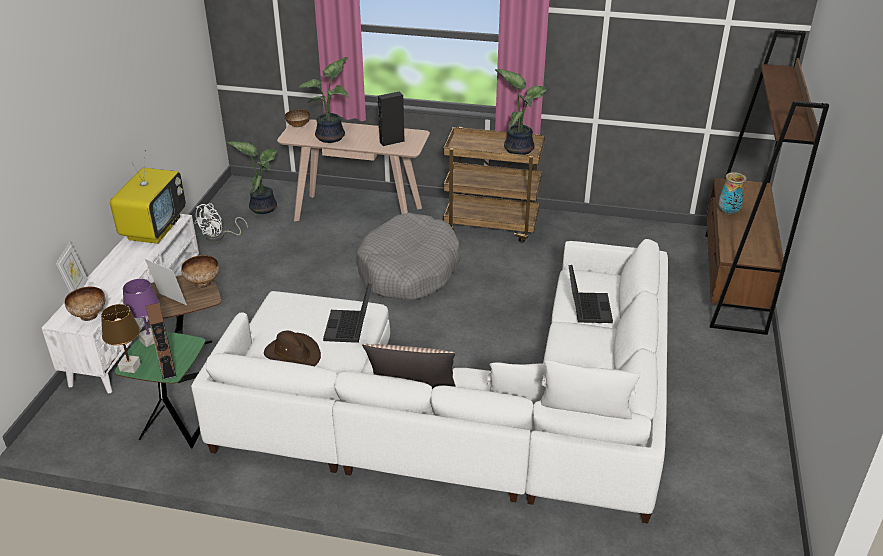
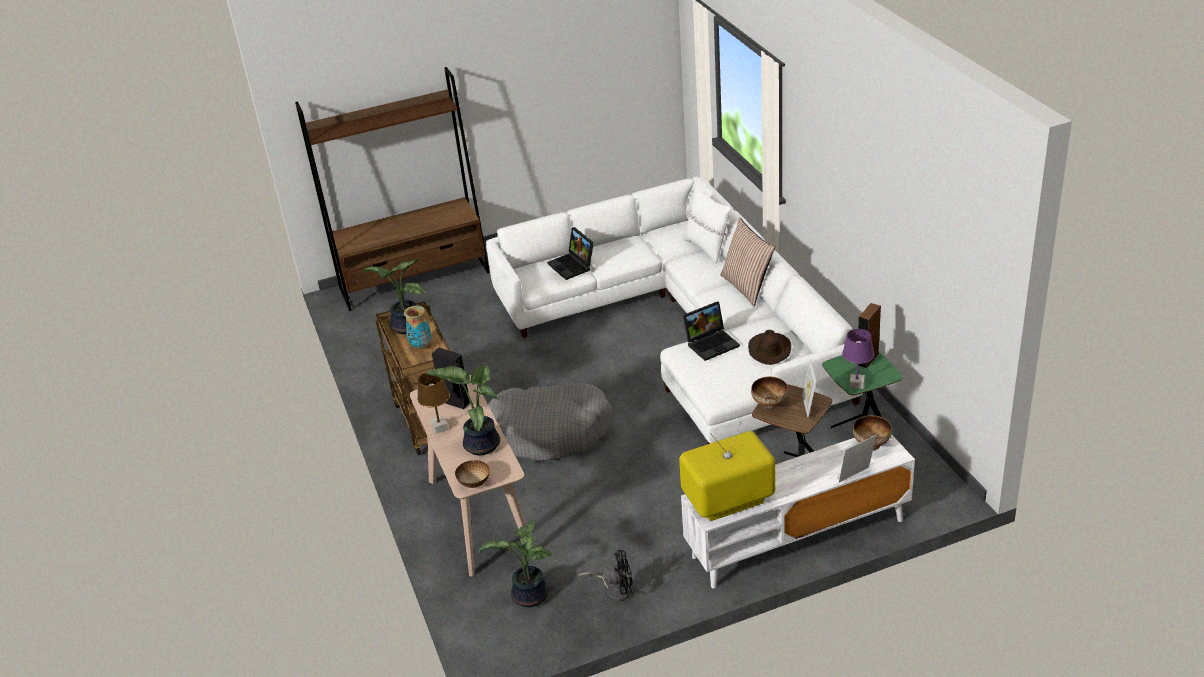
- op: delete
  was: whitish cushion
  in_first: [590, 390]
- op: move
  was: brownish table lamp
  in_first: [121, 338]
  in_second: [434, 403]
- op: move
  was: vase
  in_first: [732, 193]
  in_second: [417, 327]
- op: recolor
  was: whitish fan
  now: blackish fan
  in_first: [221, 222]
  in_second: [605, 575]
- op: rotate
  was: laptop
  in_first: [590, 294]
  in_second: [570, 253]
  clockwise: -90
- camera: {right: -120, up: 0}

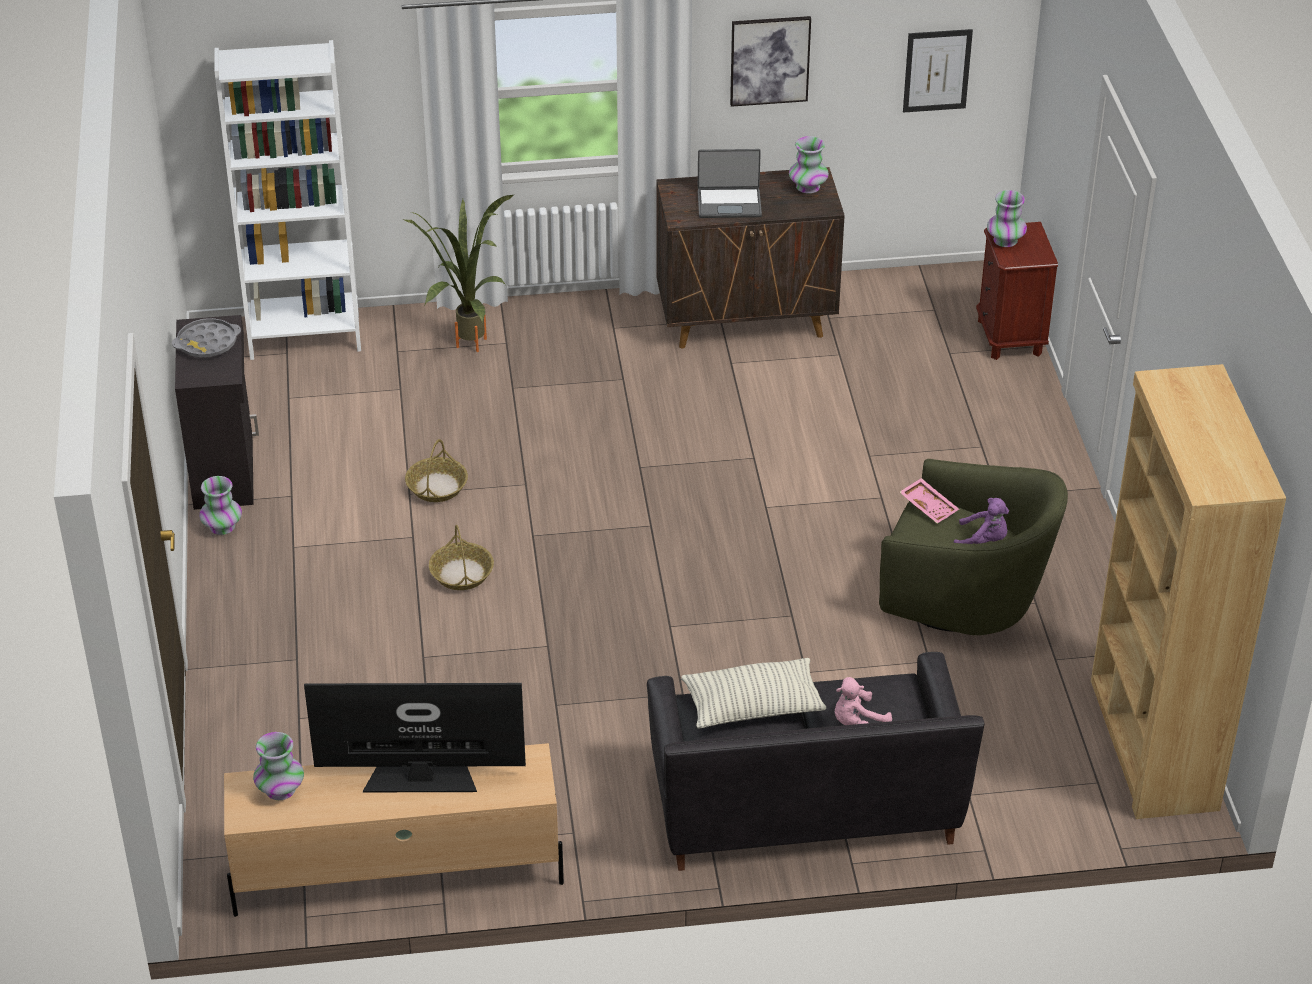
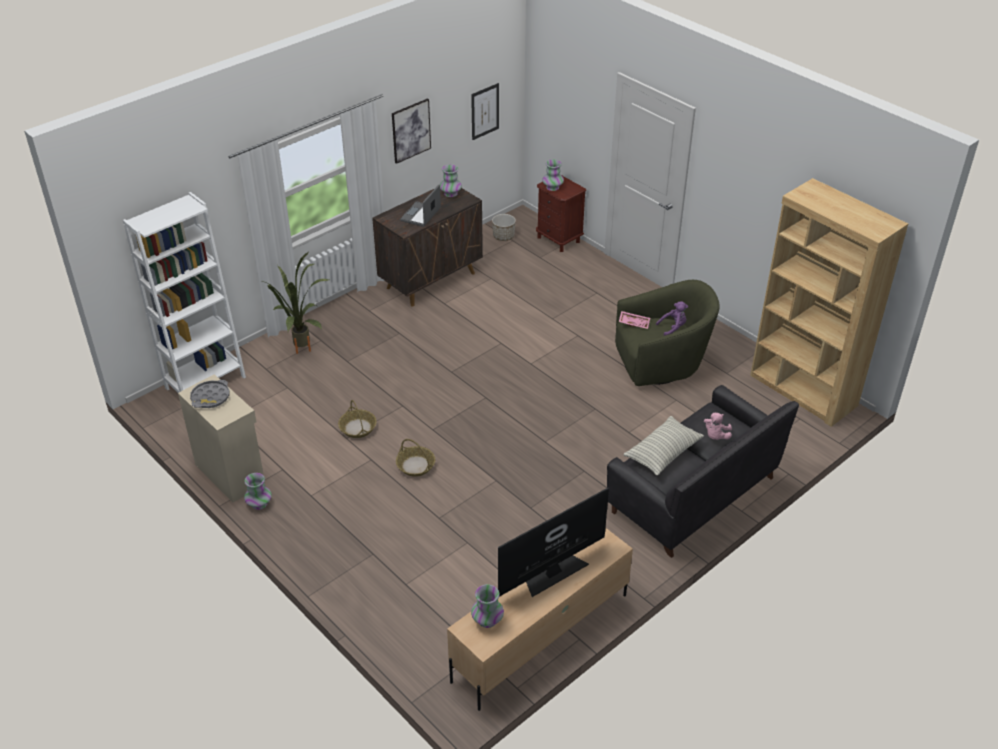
- op: insert
  now: planter
  in_second: [504, 227]
- op: recolor
  was: blackish cupboard
  now: beige cupboard
  in_first: [217, 412]
  in_second: [221, 438]
- op: rotate
  was: laptop
  in_first: [730, 183]
  in_second: [420, 206]
  clockwise: 150
- camera: {right: -35, up: 0}

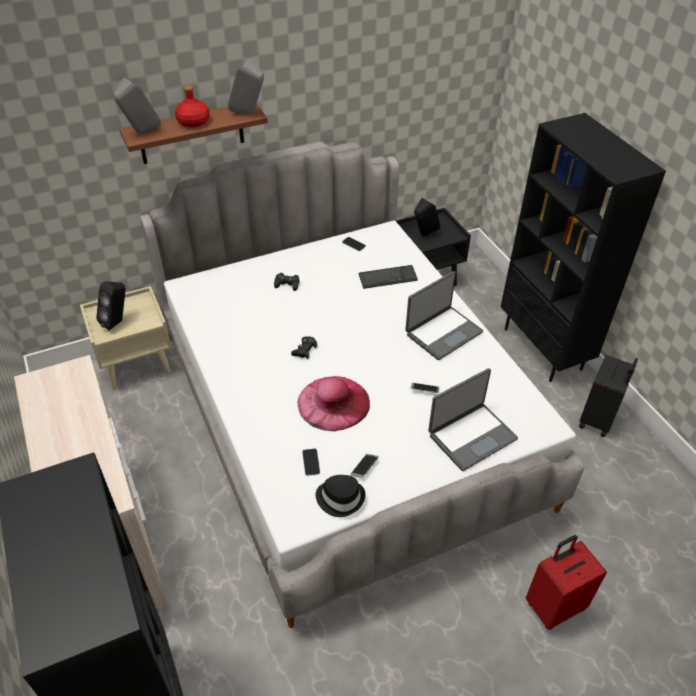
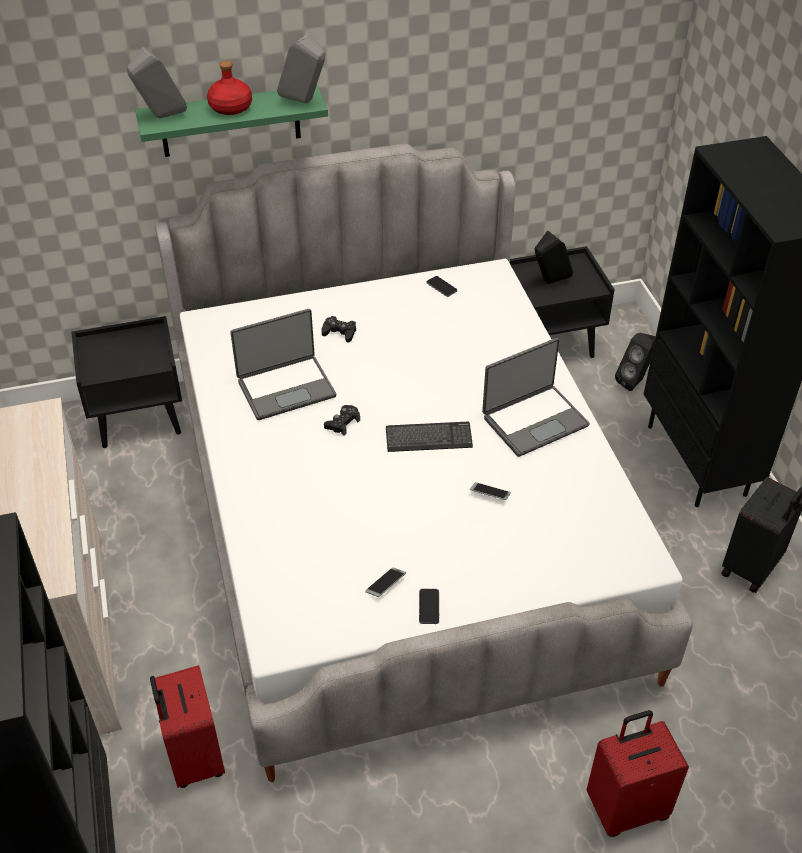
- op: delete
  was: pink-coloured wearable hat
  in_first: [334, 403]
- op: delete
  was: blackish wearable hat
  in_first: [341, 496]
- op: insert
  now: reddish piece of luggage
  in_second: [187, 726]
- op: move
  was: blackish audio speaker
  in_first: [111, 306]
  in_second: [635, 362]
- op: move
  was: telephone
  in_first: [311, 462]
  in_second: [429, 606]
- op: move
  was: computer keyboard
  in_first: [388, 277]
  in_second: [429, 437]
- op: move
  was: laptop
  in_first: [473, 419]
  in_second: [283, 364]
- op: recolor
  was: beige bedside table
  now: blackish bedside table
  in_first: [125, 338]
  in_second: [126, 382]
- op: recolor
  was: brownish shelf
  now: green-coloured shelf
  in_first: [193, 134]
  in_second: [231, 121]
- camera: {right: 10, up: 0}

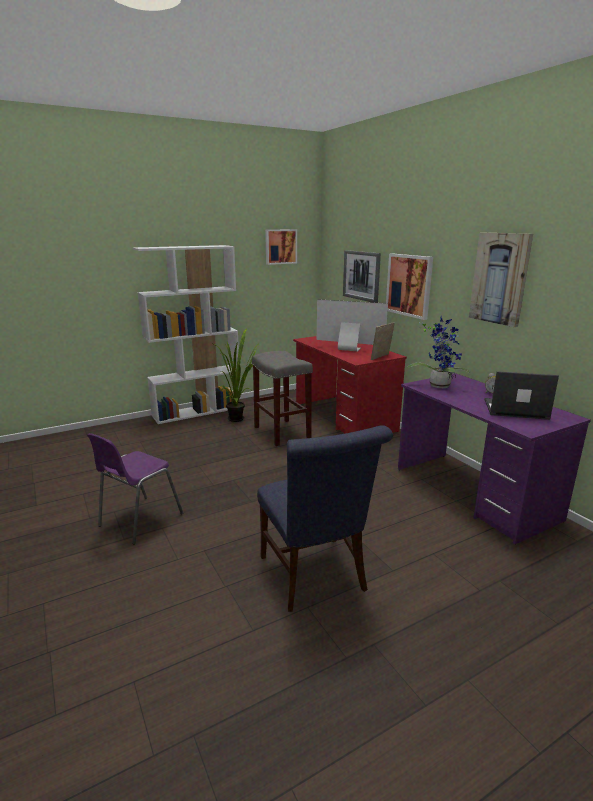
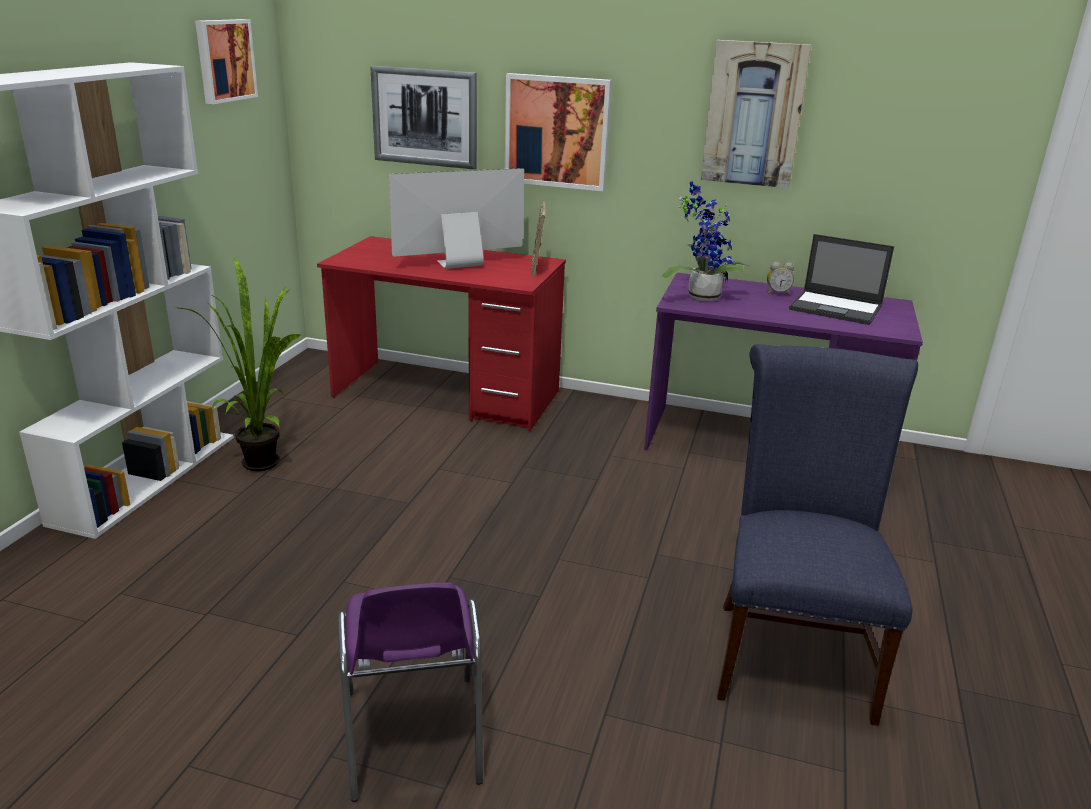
- op: delete
  was: greyish sitting stool
  in_first: [282, 398]
- op: rotate
  was: bluish plain chair
  in_first: [325, 518]
  in_second: [817, 535]
  clockwise: -105
- op: rotate
  was: laptop
  in_first: [521, 395]
  in_second: [841, 279]
  clockwise: -120
- camera: {right: -45, up: 5}

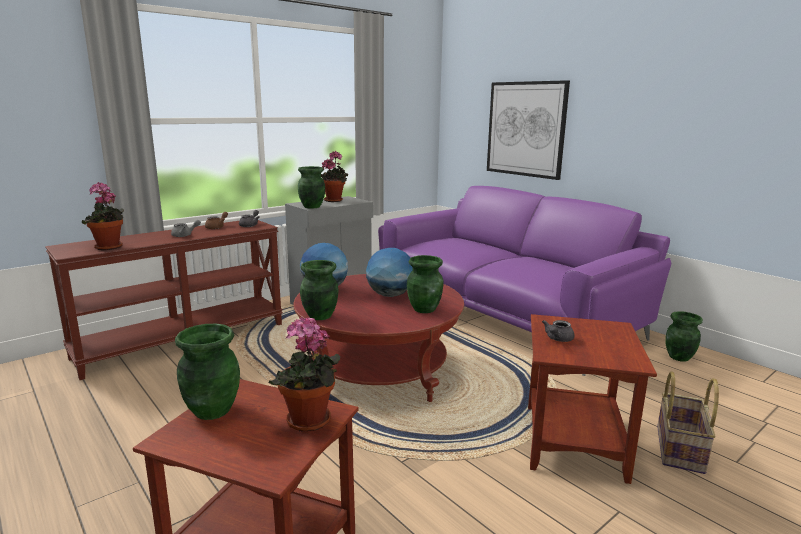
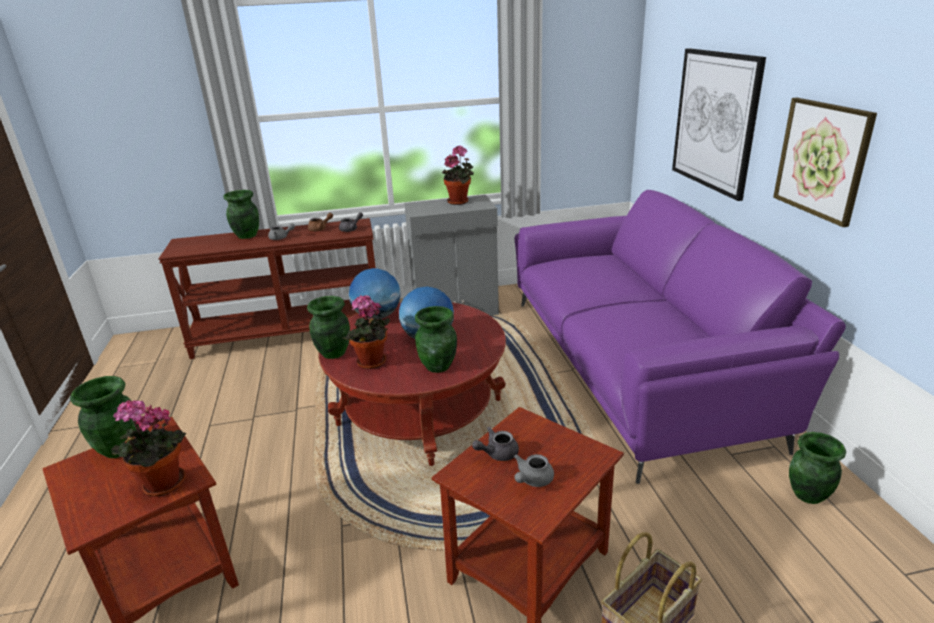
- op: insert
  now: greyish tea pot
  in_second: [534, 470]
- op: insert
  now: picture
  in_second: [825, 162]
- op: move
  was: potted plant
  in_first: [103, 216]
  in_second: [366, 332]
- op: move
  was: green-coloured vase
  in_first: [311, 187]
  in_second: [241, 214]
- camera: {right: 30, up: 10}

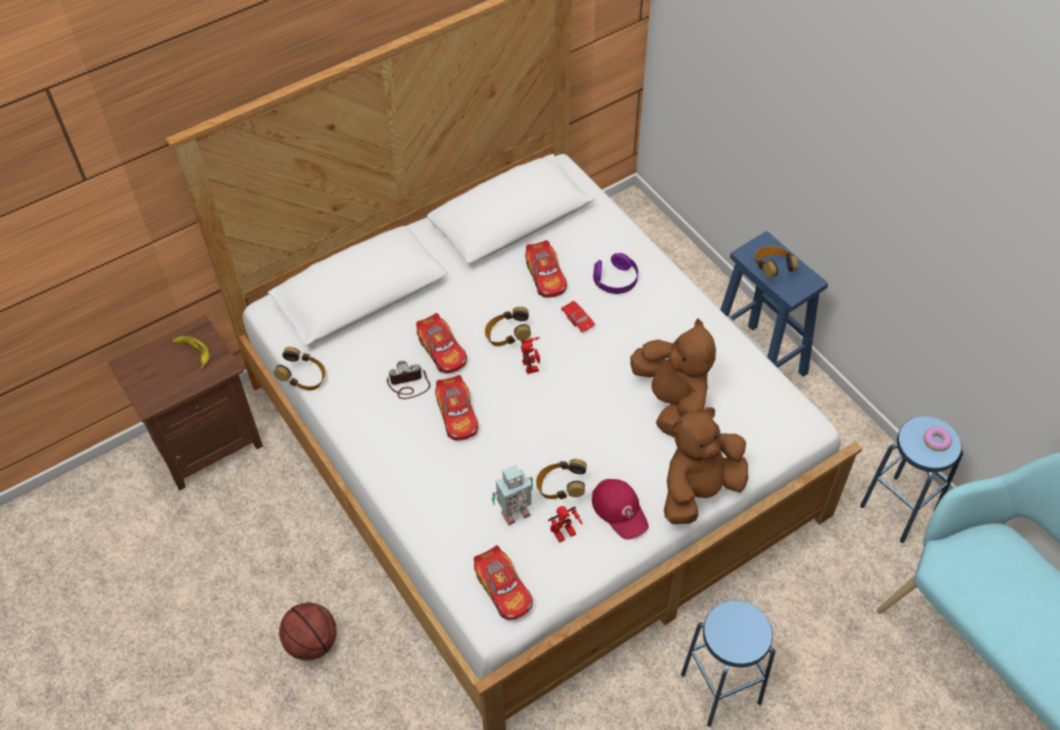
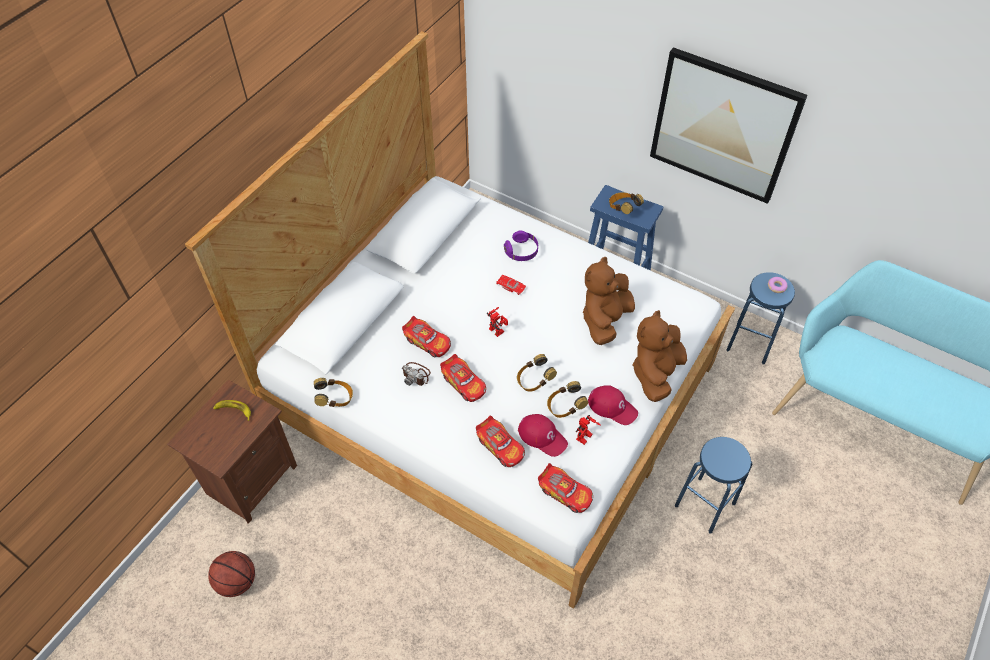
- op: insert
  now: picture
  in_second: [728, 125]
- op: move
  was: basketball ball
  in_first: [308, 631]
  in_second: [231, 574]
- op: move
  was: headphones
  in_first: [508, 326]
  in_second: [537, 373]
- op: move
  was: miniature car
  in_first: [546, 269]
  in_second: [500, 441]
- op: replace
  was: robot figure
  now: reddish peaked cap
  in_first: [512, 495]
  in_second: [543, 435]
- op: rotate
  was: still camera
  in_first: [408, 380]
  in_second: [416, 374]
  clockwise: -105
- op: rotate
  was: brownish plush toy
  in_first: [673, 377]
  in_second: [609, 301]
  clockwise: -105
- camera: {right: -25, up: 0}

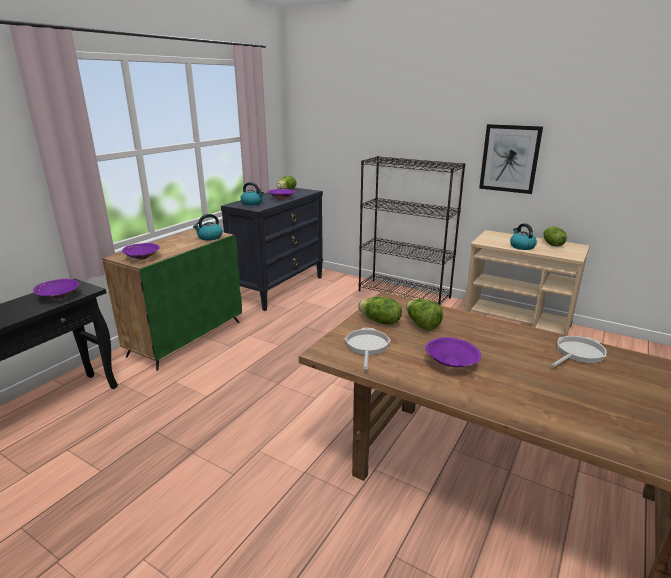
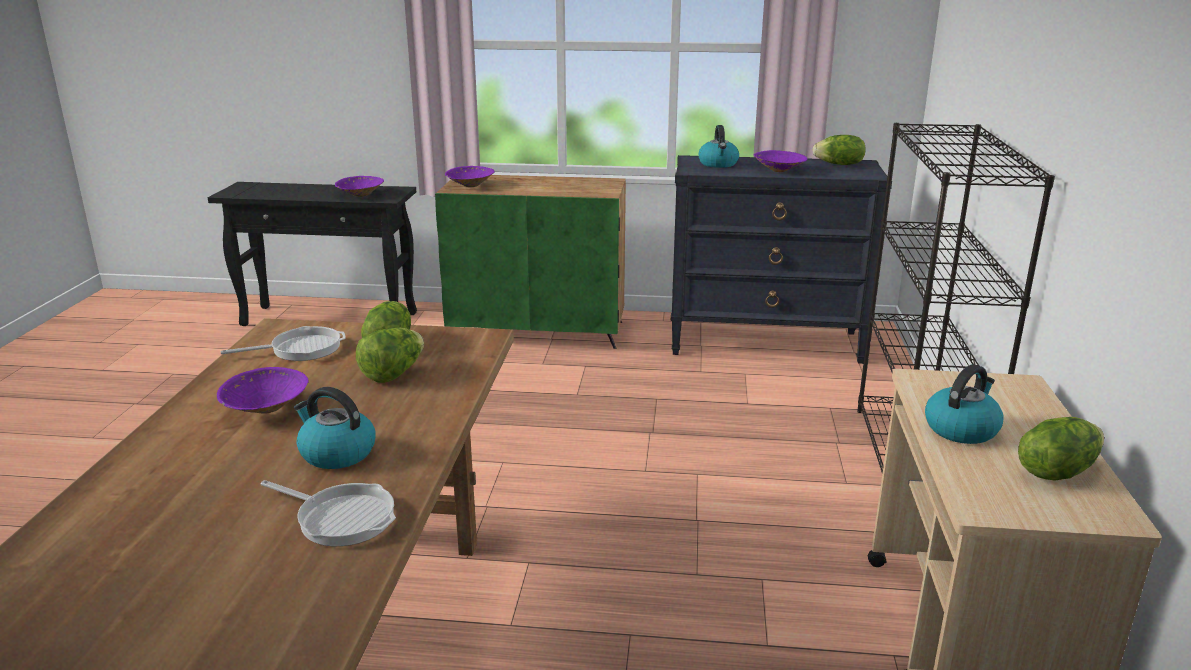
- op: delete
  was: picture
  in_first: [511, 159]
- op: move
  was: kettle
  in_first: [208, 227]
  in_second: [335, 428]
- camera: {right: 65, up: 0}

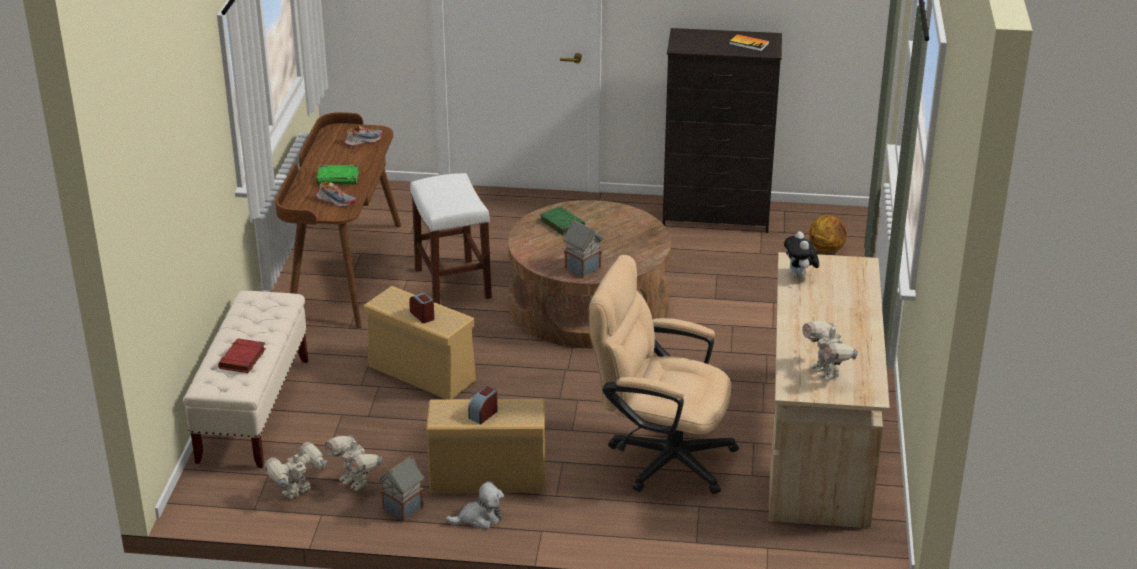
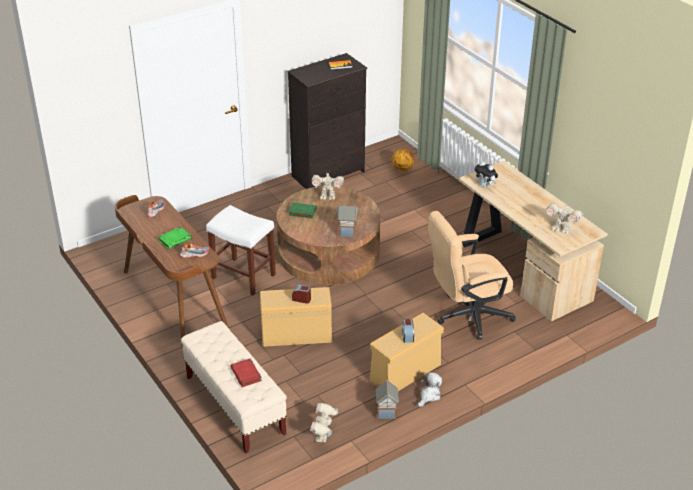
- op: move
  was: robot figure
  in_first: [353, 463]
  in_second: [328, 186]
- camera: {right: -40, up: 5}

